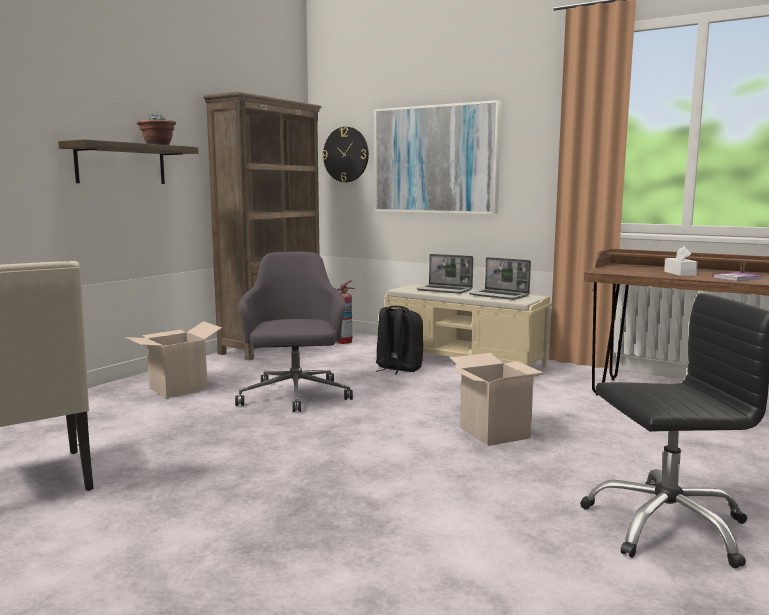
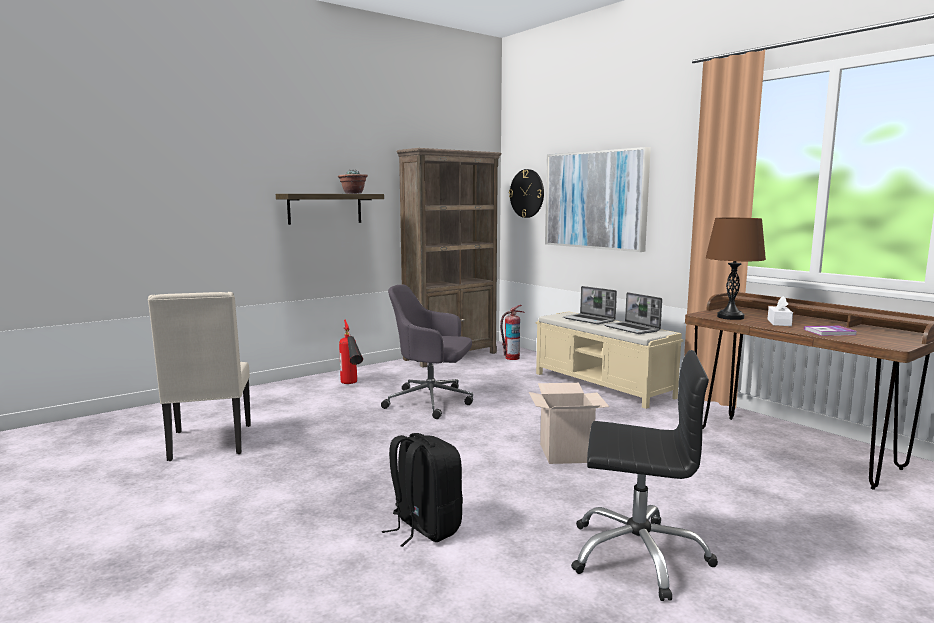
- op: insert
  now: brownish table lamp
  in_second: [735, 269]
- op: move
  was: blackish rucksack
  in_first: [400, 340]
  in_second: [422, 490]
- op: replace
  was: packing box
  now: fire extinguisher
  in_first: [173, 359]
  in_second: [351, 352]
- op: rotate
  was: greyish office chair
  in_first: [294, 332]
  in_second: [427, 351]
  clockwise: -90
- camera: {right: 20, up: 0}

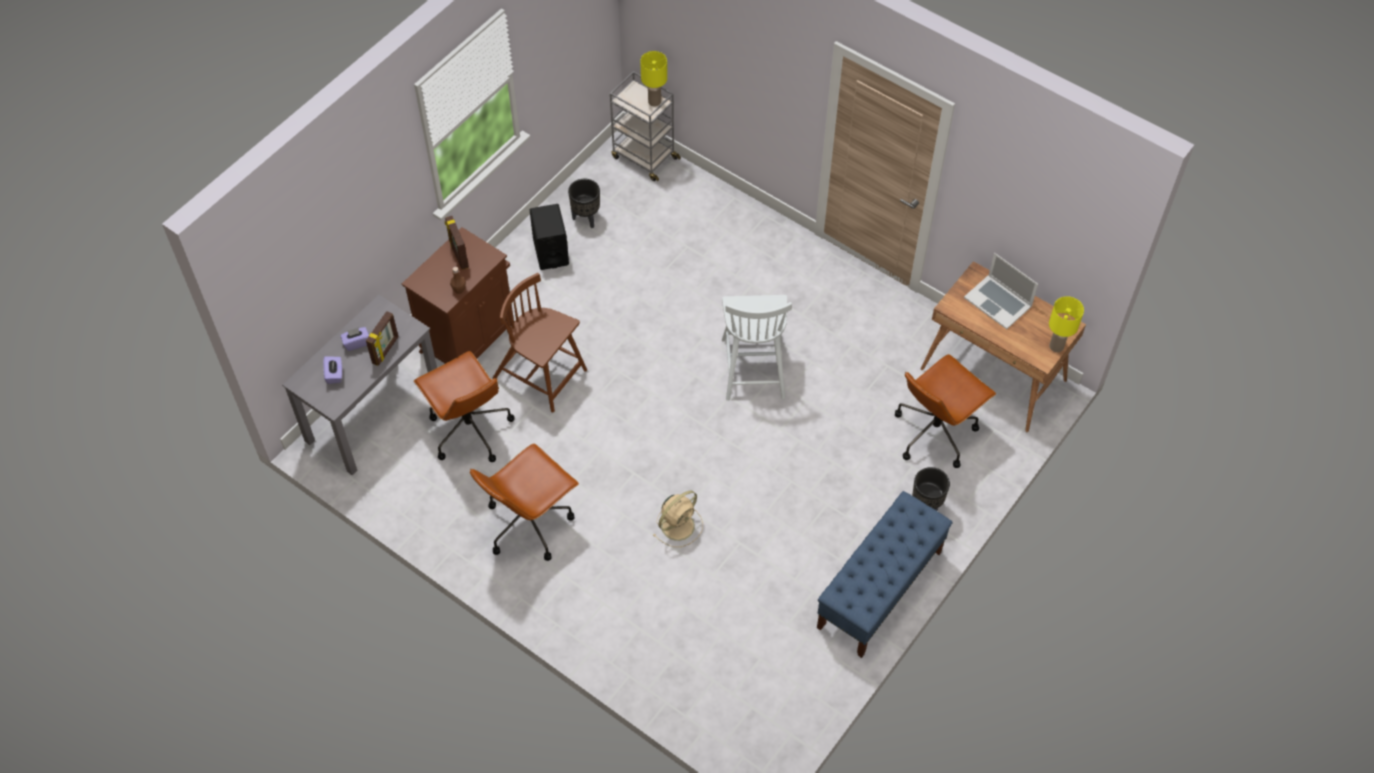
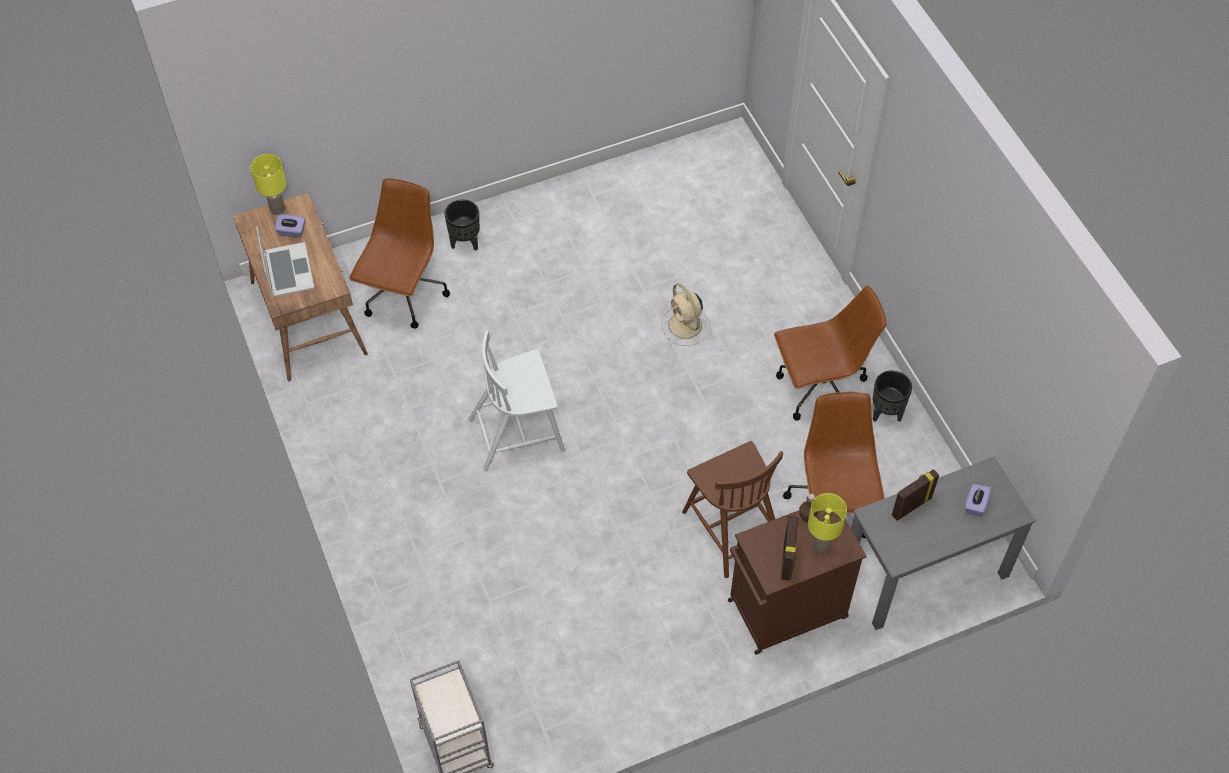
- op: delete
  was: blackish audio speaker
  in_first: [549, 237]
- op: delete
  was: bluish bench
  in_first: [885, 574]
- op: move
  was: purple-coloured box of tissues
  in_first: [354, 339]
  in_second: [290, 226]
- op: move
  was: blackish planter
  in_first: [584, 203]
  in_second: [892, 396]
- op: move
  was: yellowish table lamp
  in_first: [653, 78]
  in_second: [827, 523]
- op: rotate
  was: beige fan
  in_first: [678, 519]
  in_second: [686, 314]
  clockwise: -105
- op: rotate
  was: whitish plain chair
  in_first: [757, 348]
  in_second: [516, 401]
  clockwise: -135
- op: rotate
  was: brownish office chair
  in_first: [945, 411]
  in_second: [399, 253]
  clockwise: -60
- camera: {right: -150, up: 0}

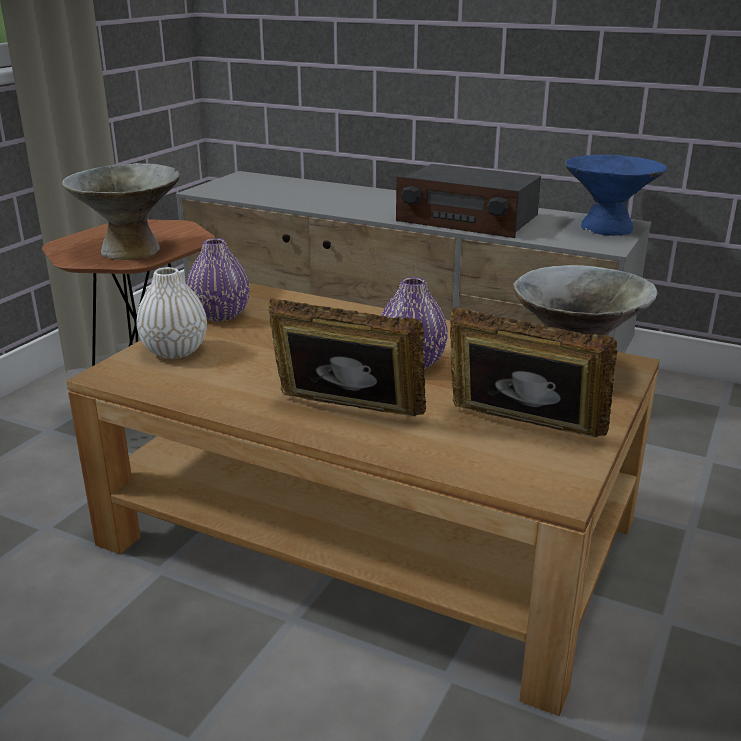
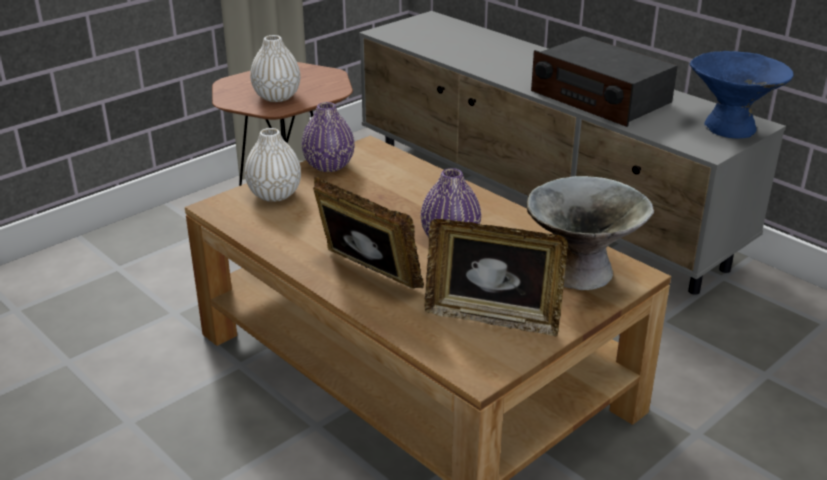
- op: replace
  was: greyish bowl
  now: whitish vase
  in_first: [121, 211]
  in_second: [275, 68]
- op: rotate
  was: standing frame
  in_first: [533, 372]
  in_second: [496, 278]
  clockwise: 150
- camera: {right: 20, up: 5}

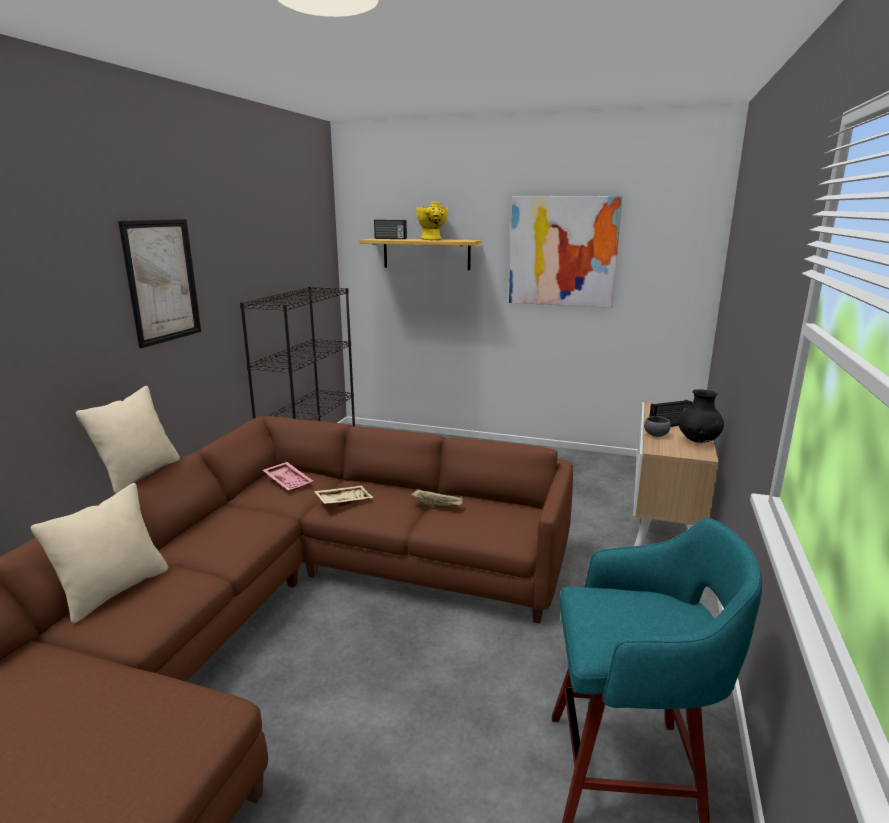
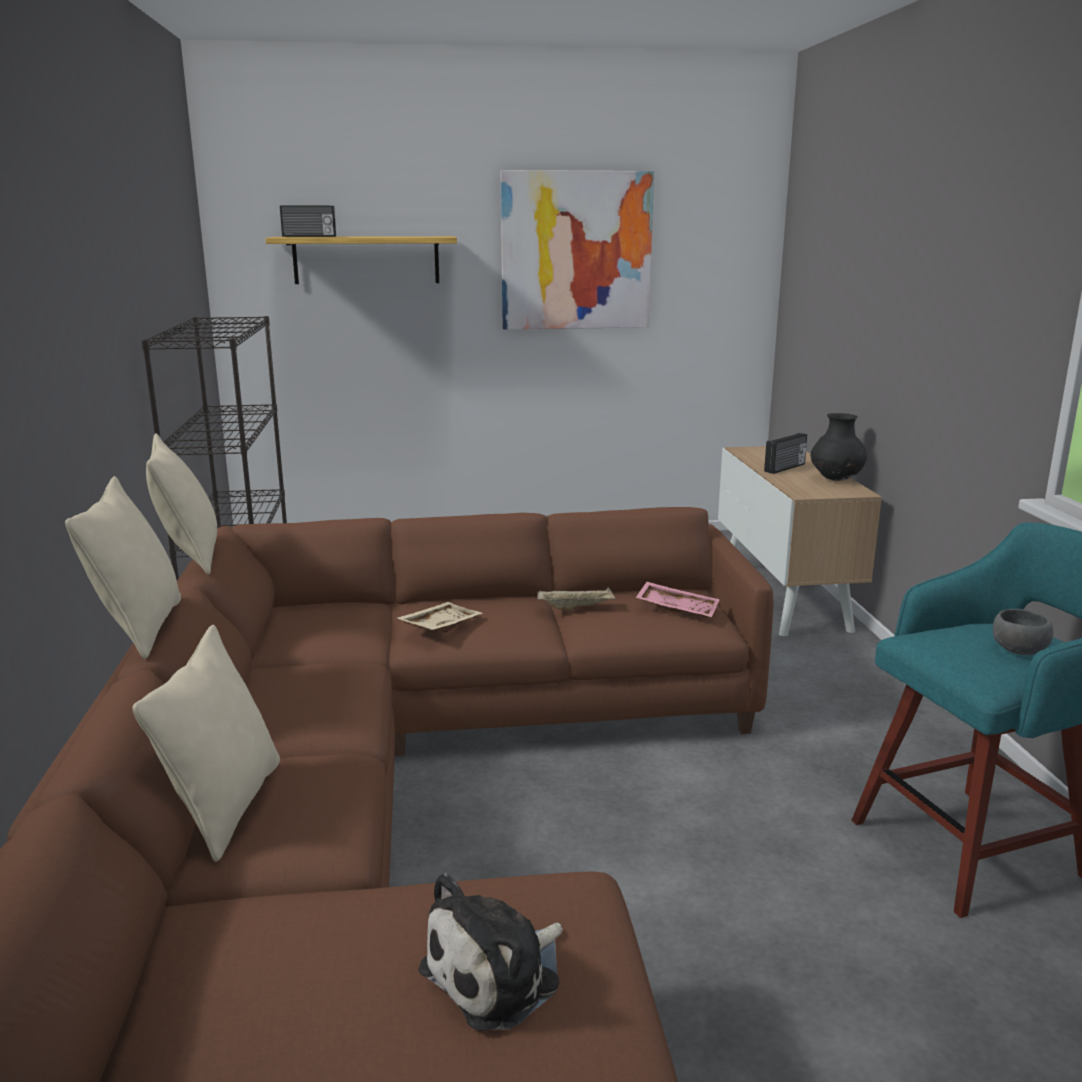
- op: delete
  was: picture
  in_first: [159, 283]
- op: delete
  was: yellowish vase
  in_first: [432, 220]
- op: insert
  now: beige cushion
  in_second: [181, 504]
- op: insert
  now: plush toy
  in_second: [490, 952]
- op: move
  was: pink-coloured serving tray
  in_first: [288, 476]
  in_second: [678, 600]
- op: move
  was: greyish bowl
  in_first: [657, 426]
  in_second: [1023, 632]
- camera: {right: -25, up: 0}

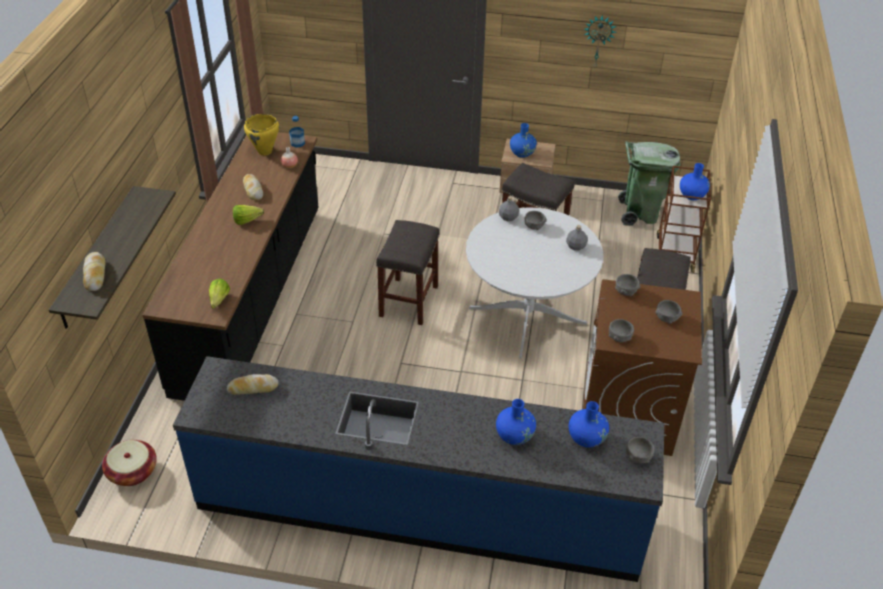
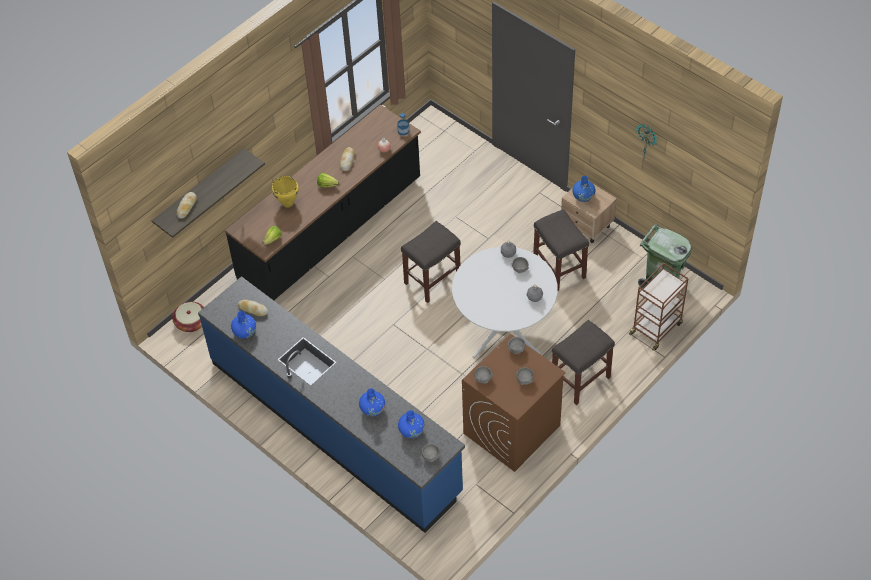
- op: move
  was: yellowish saucepot
  in_first: [261, 135]
  in_second: [285, 192]
- op: move
  was: bluish vase
  in_first: [695, 181]
  in_second: [243, 324]
- camera: {right: 35, up: 10}

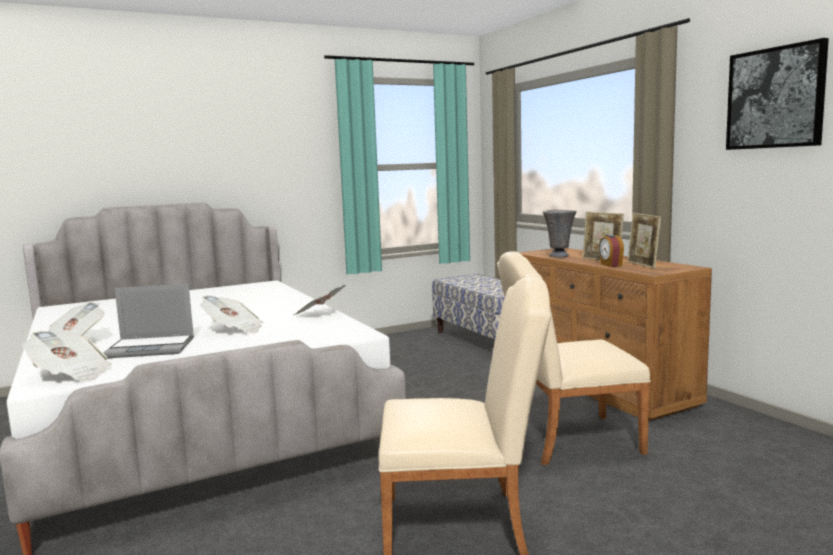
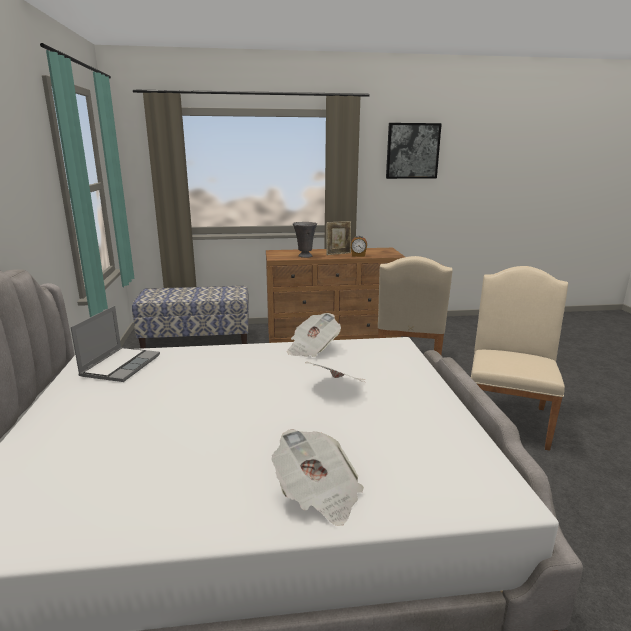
- op: delete
  was: newspaper
  in_first: [67, 356]
- op: delete
  was: standing frame
  in_first: [644, 240]
- op: move
  was: laptop
  in_first: [148, 321]
  in_second: [115, 344]
- camera: {right: -70, up: 10}

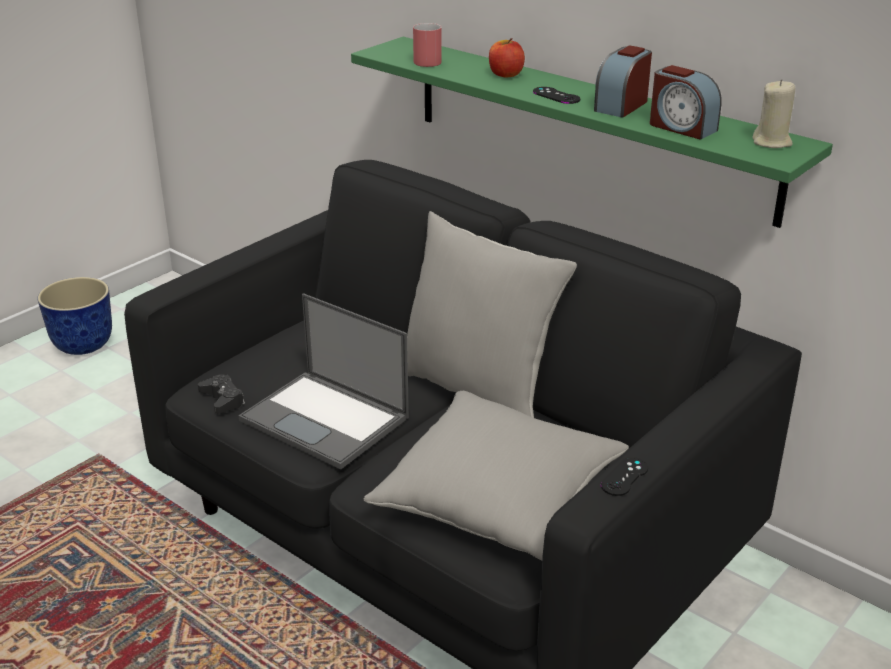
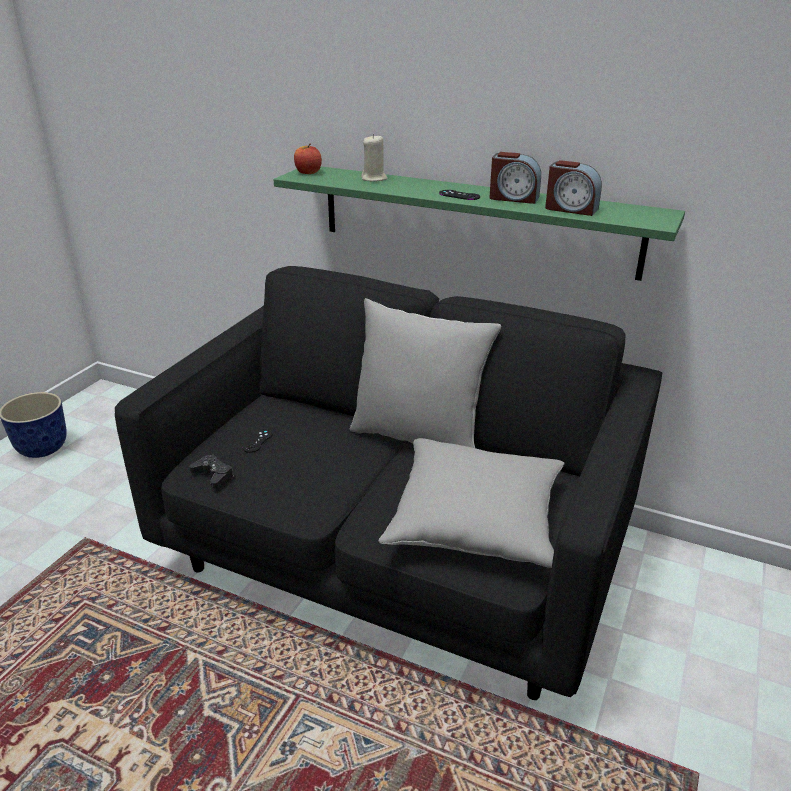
- op: delete
  was: laptop
  in_first: [323, 381]
- op: delete
  was: reddish tea mug
  in_first: [427, 45]
- op: move
  was: apple fruit
  in_first: [507, 58]
  in_second: [308, 159]
- op: move
  was: blackish gamepad
  in_first: [624, 476]
  in_second: [257, 441]
- op: move
  was: beige candle
  in_first: [774, 113]
  in_second: [374, 158]
- op: rotate
  was: bedside clock
  in_first: [623, 82]
  in_second: [515, 178]
  clockwise: -90
- camera: {right: -15, up: 0}

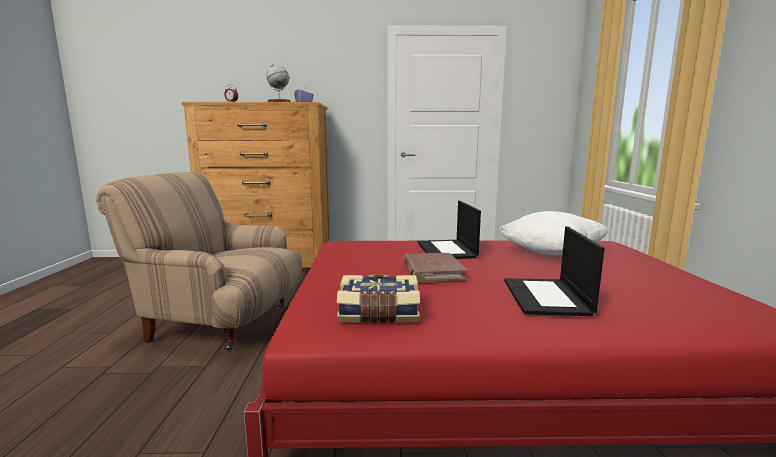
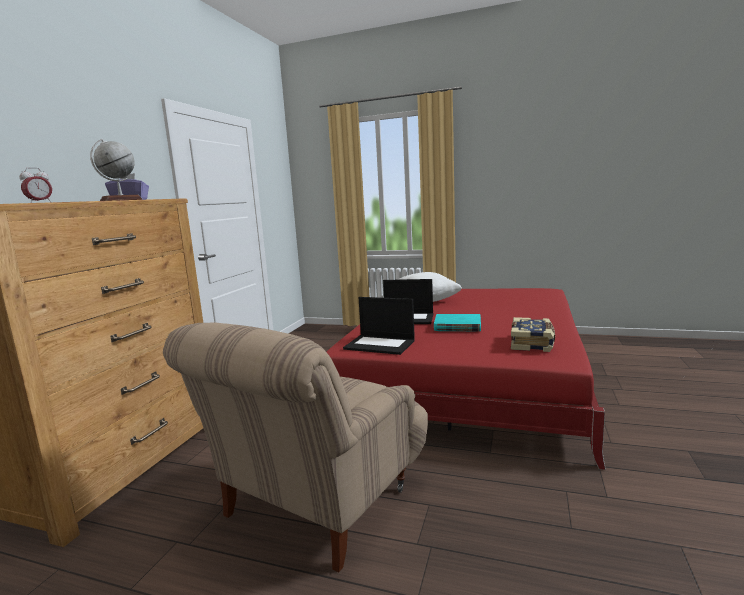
- op: move
  was: laptop
  in_first: [554, 271]
  in_second: [379, 326]
- op: recolor
  was: brownish bound book
  now: turquoise bound book
  in_first: [434, 267]
  in_second: [457, 322]
- camera: {right: -70, up: 0}

